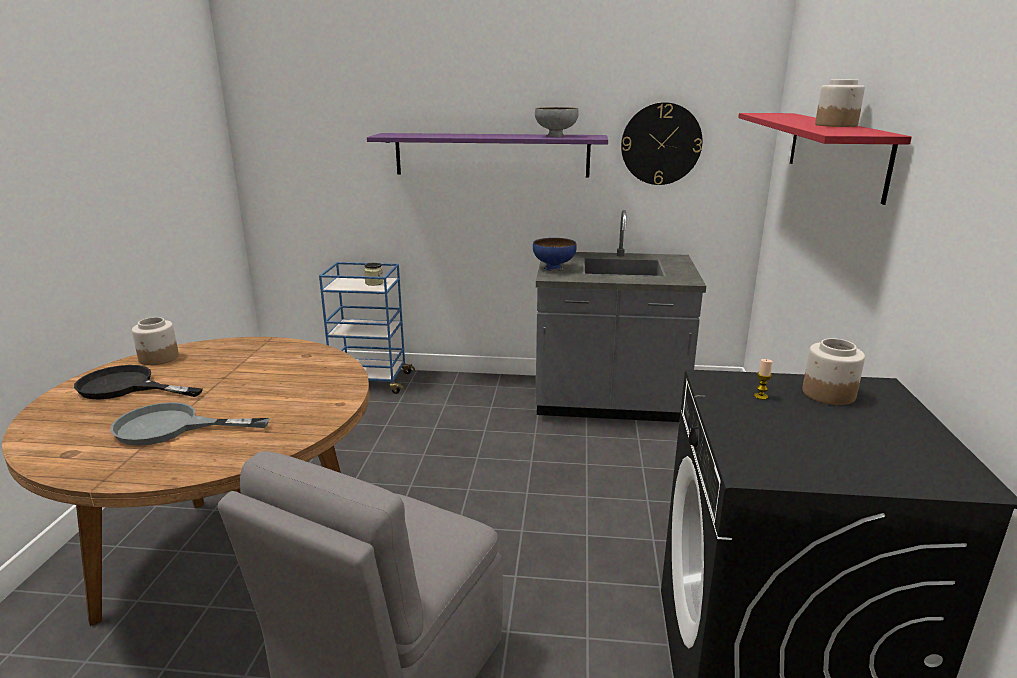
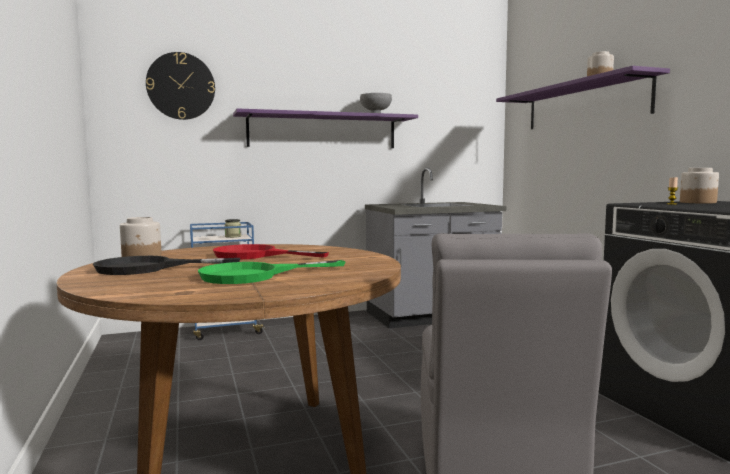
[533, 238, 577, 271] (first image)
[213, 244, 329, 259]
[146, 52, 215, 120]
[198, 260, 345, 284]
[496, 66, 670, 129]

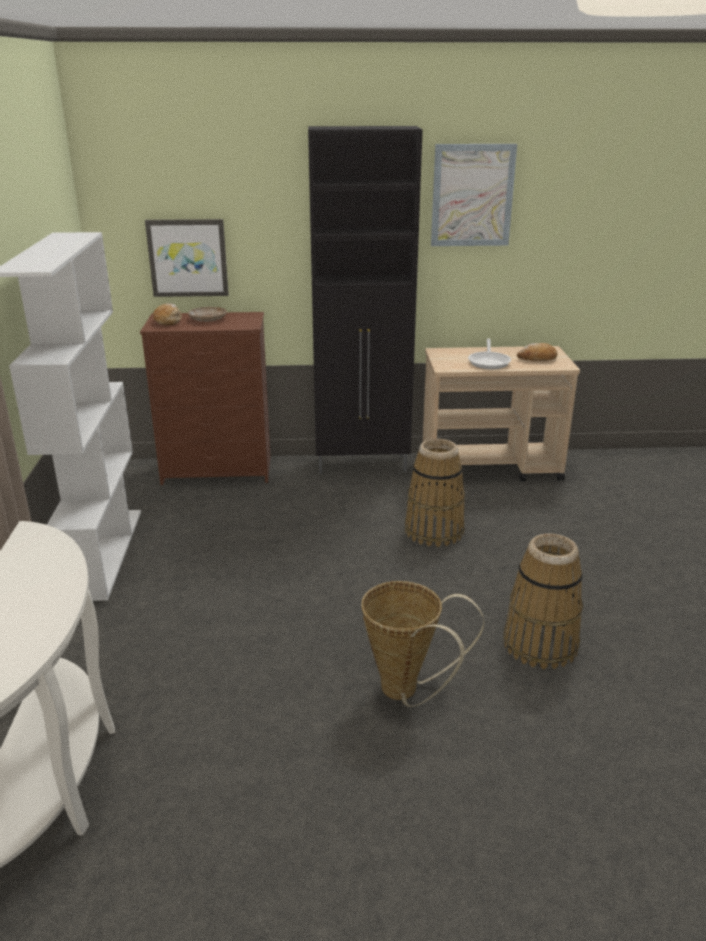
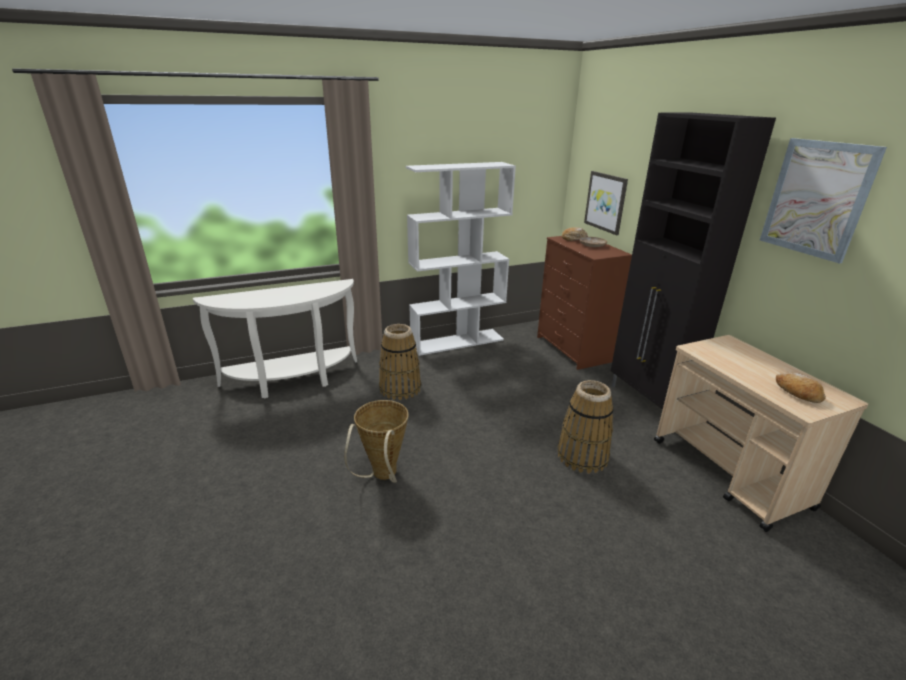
[468, 339, 511, 369] (first image)
[379, 324, 421, 400]

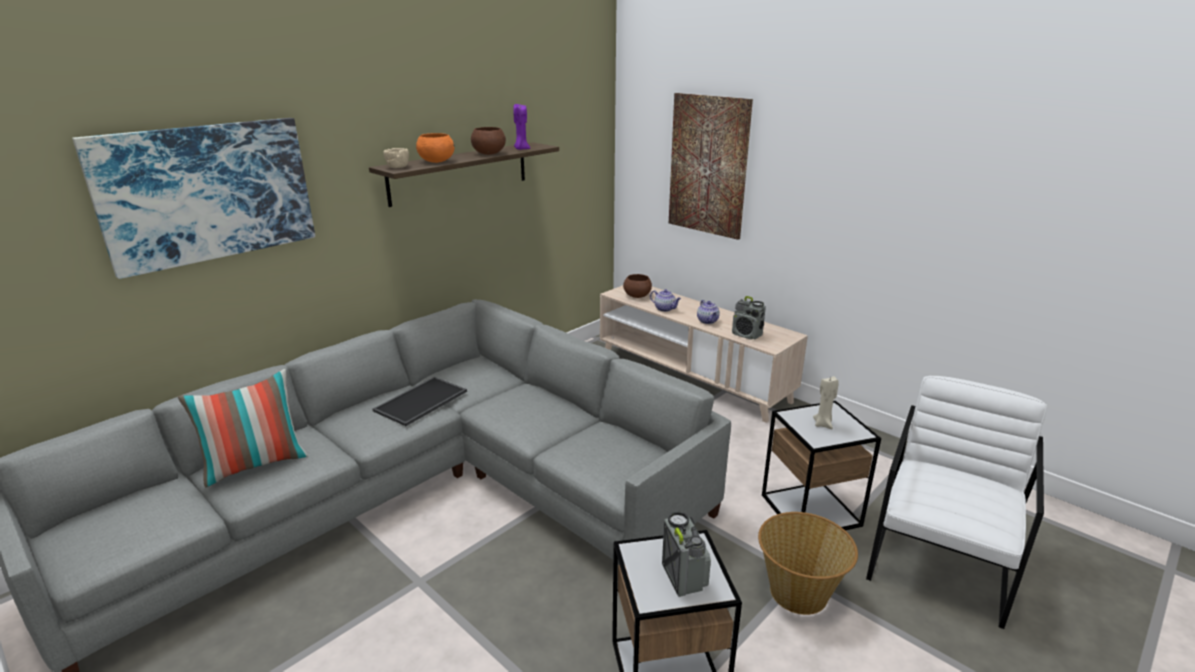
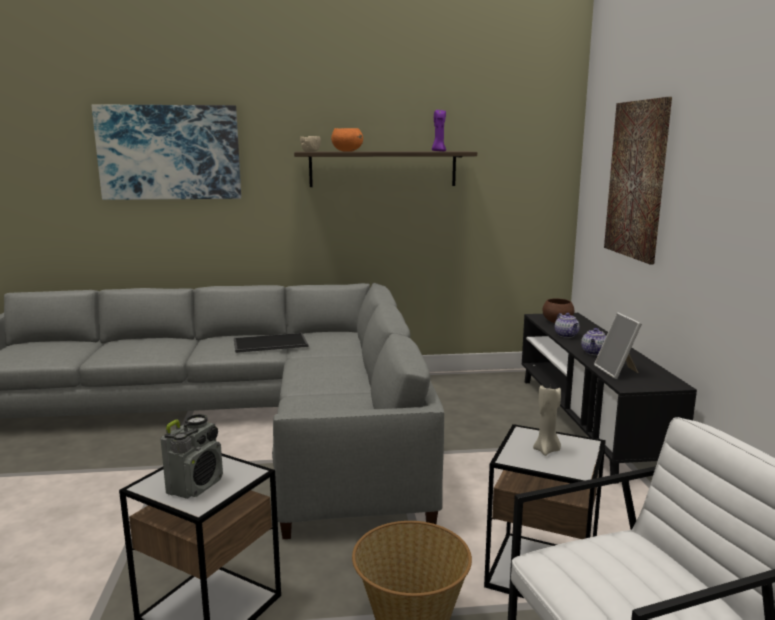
[178, 369, 308, 488] (first image)
[471, 127, 506, 155] (first image)
[594, 312, 642, 379]
[522, 313, 697, 484]

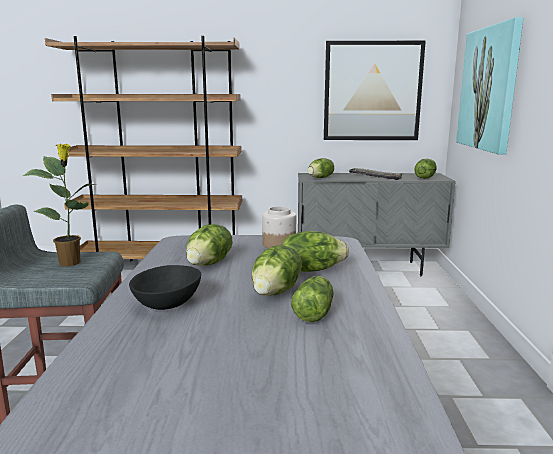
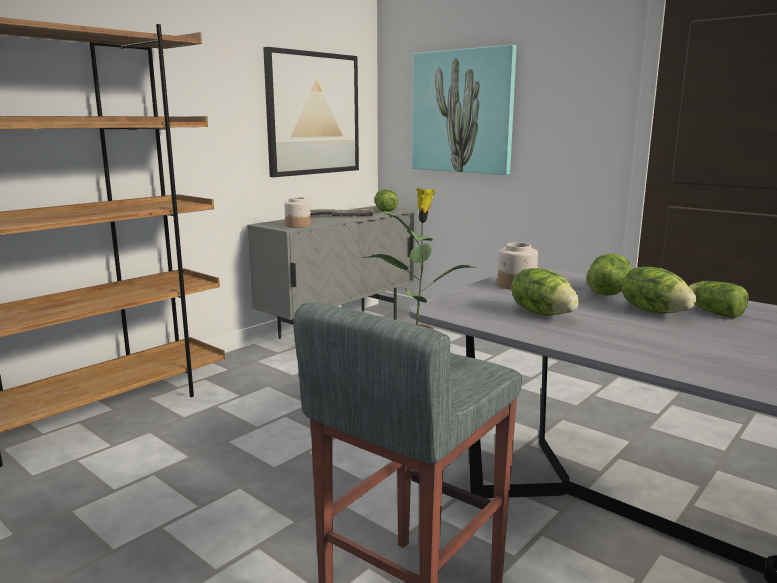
[129, 265, 201, 310] (first image)
[284, 197, 311, 228]

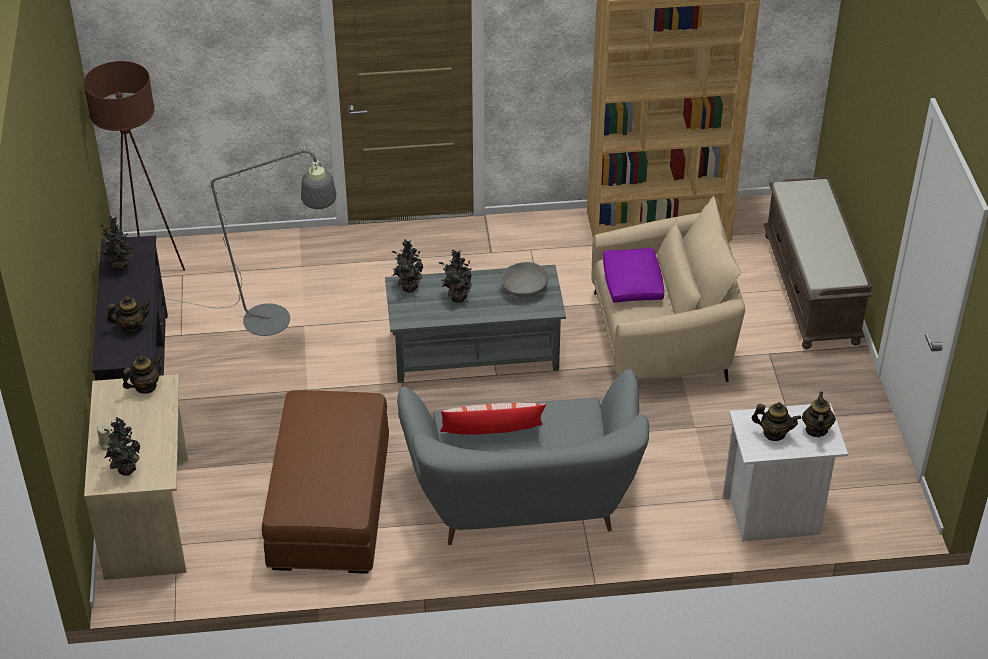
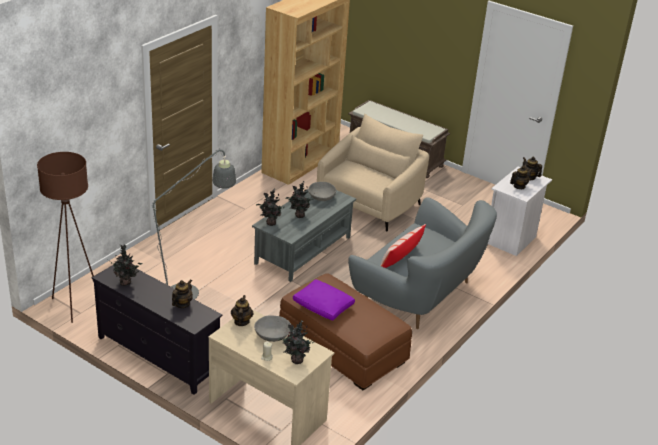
[254, 315, 291, 342]
[293, 279, 355, 321]

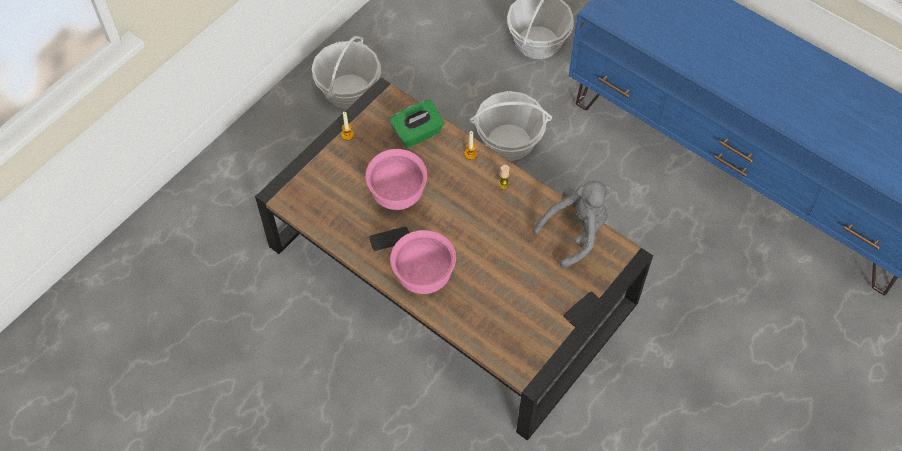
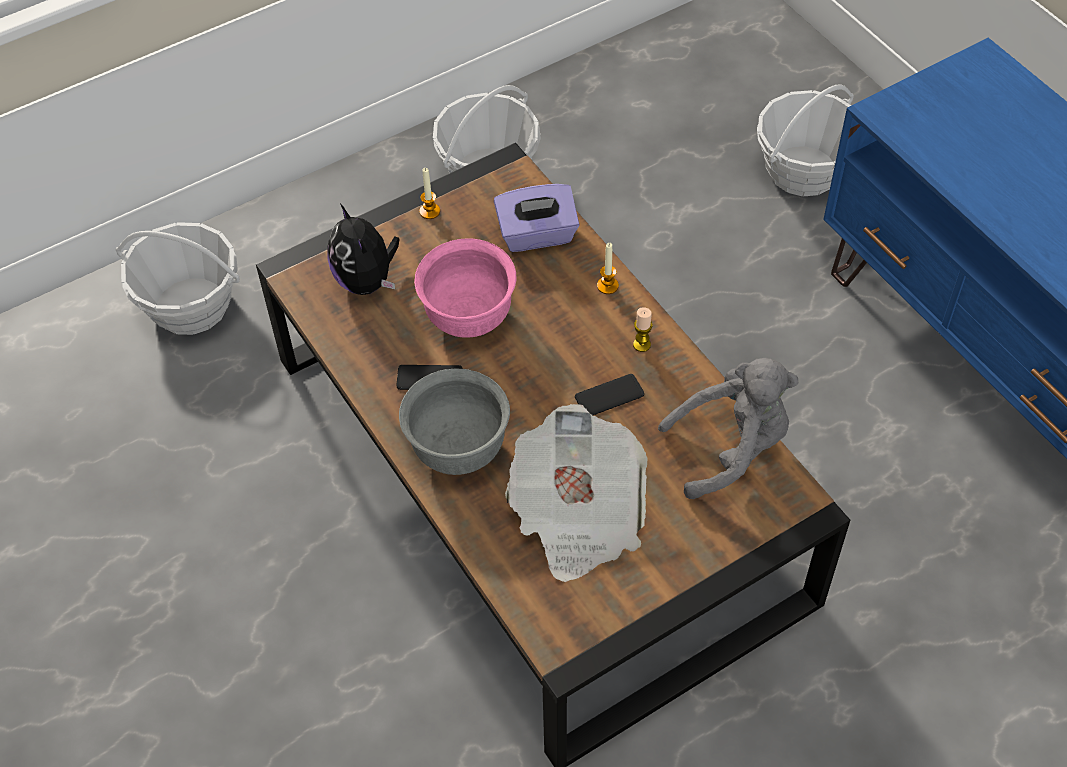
[327, 204, 399, 295]
[505, 404, 648, 582]
[115, 222, 240, 335]
[575, 374, 644, 415]
[494, 184, 579, 252]
[399, 369, 510, 475]

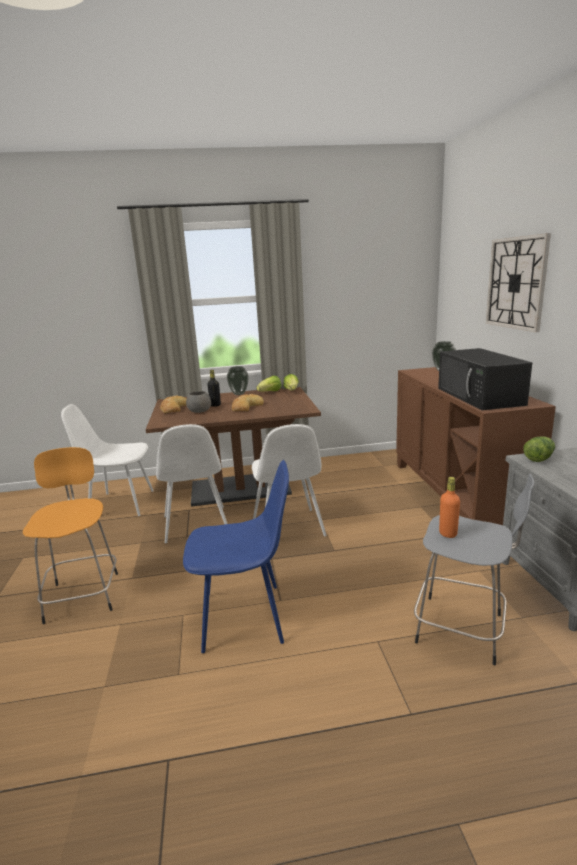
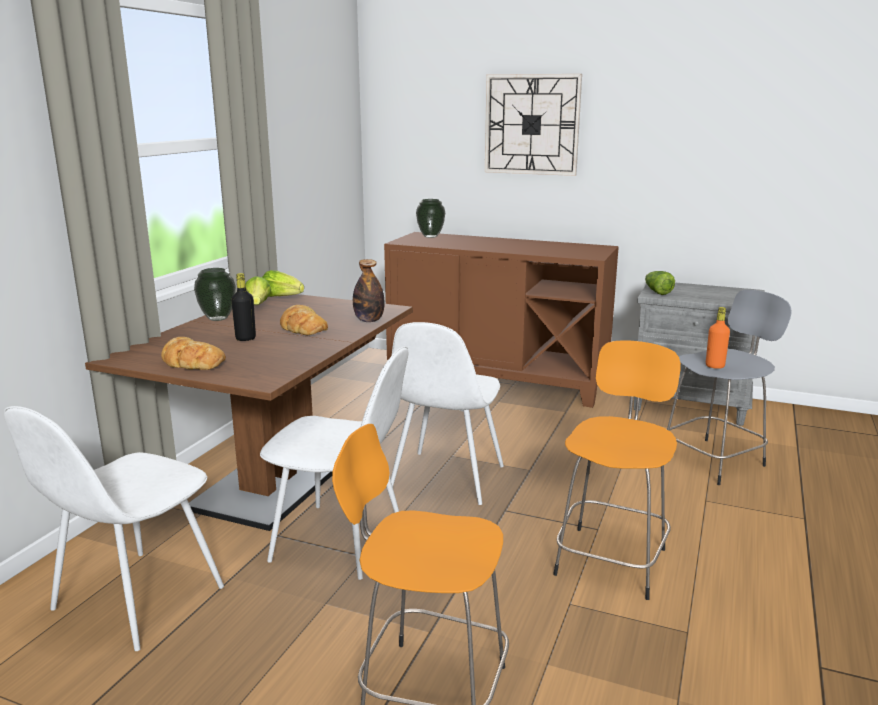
[186, 391, 211, 413] (first image)
[438, 348, 532, 410] (first image)
[353, 259, 385, 322]
[553, 340, 681, 600]
[390, 322, 504, 505]

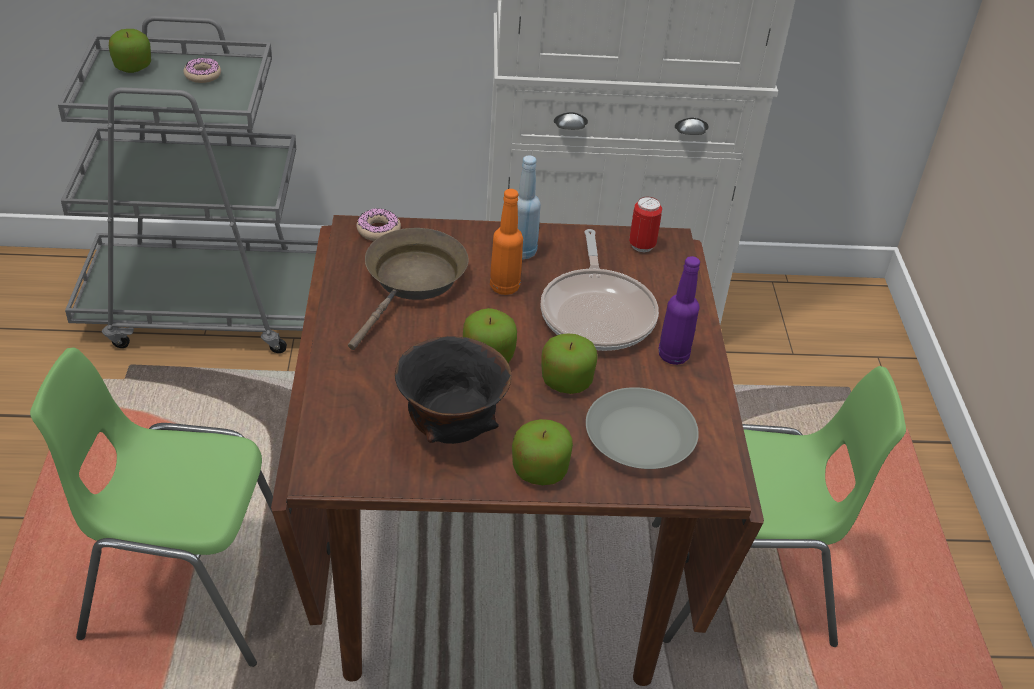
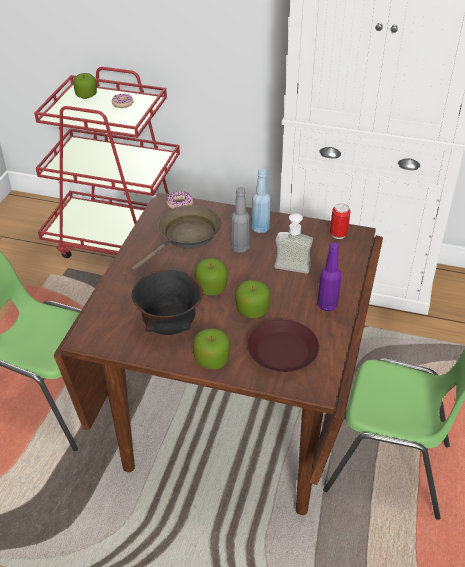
[274, 213, 313, 274]
[34, 67, 180, 258]
[231, 187, 250, 253]
[247, 320, 319, 372]

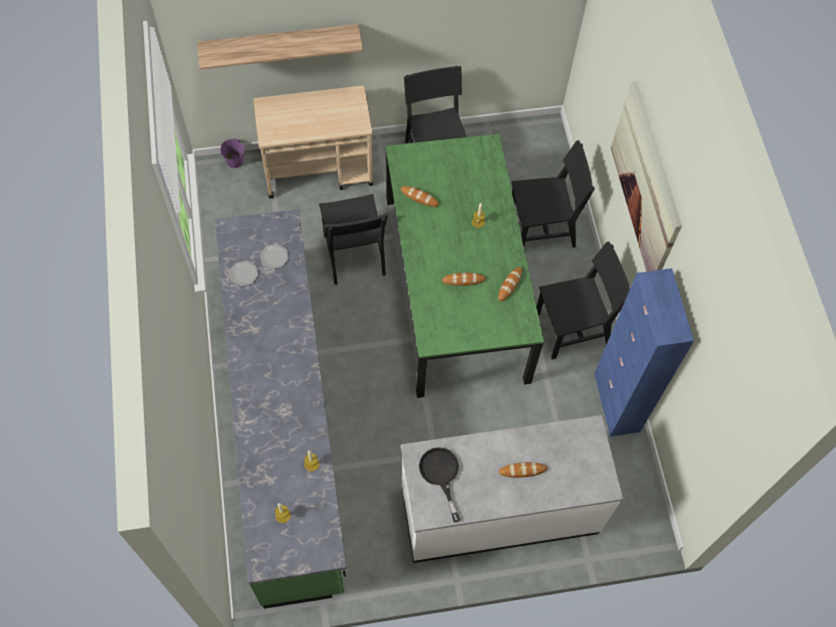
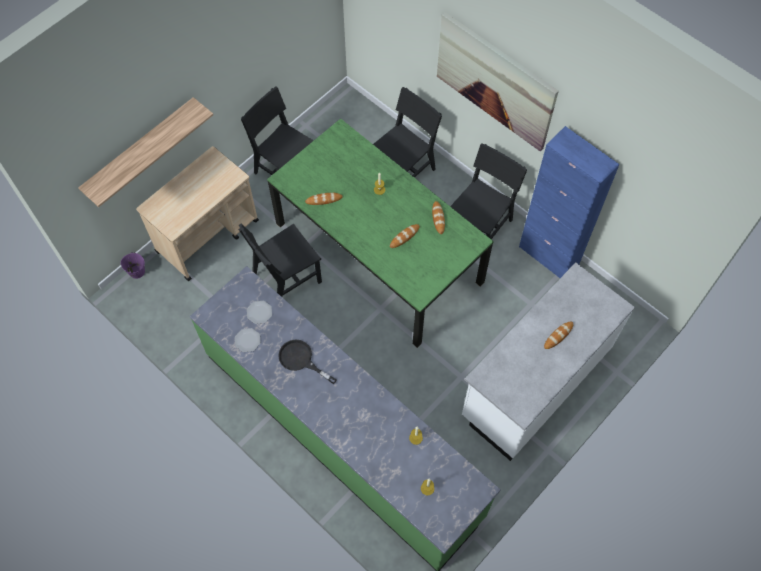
[278, 339, 337, 384]
[238, 223, 322, 297]

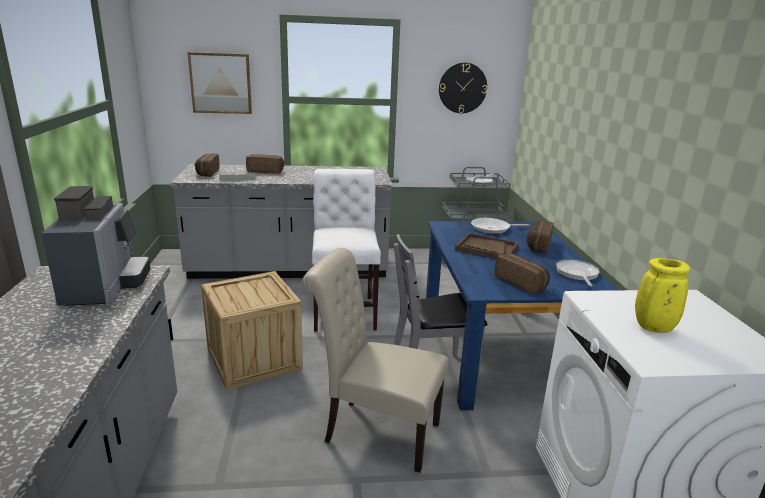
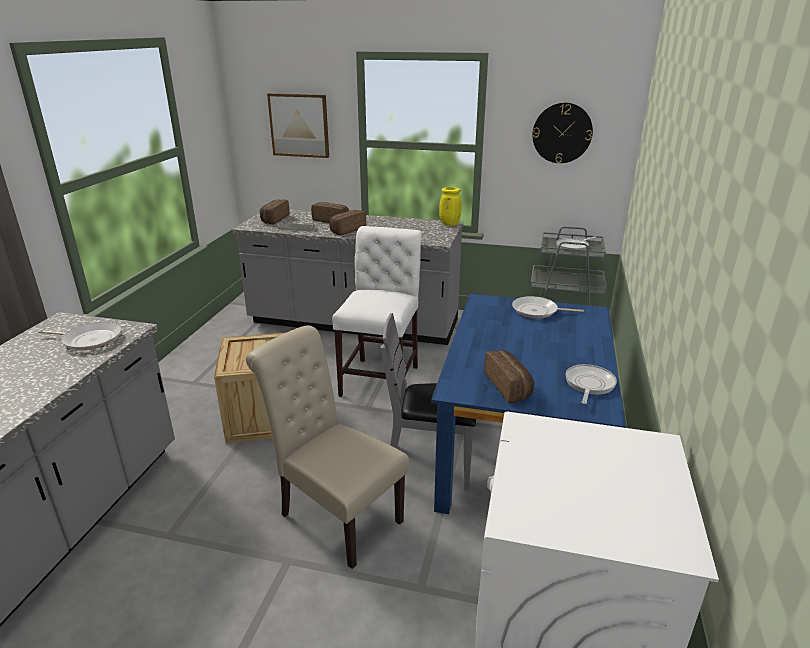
[455, 233, 519, 259] (first image)
[329, 210, 366, 235]
[439, 187, 462, 226]
[39, 322, 121, 351]

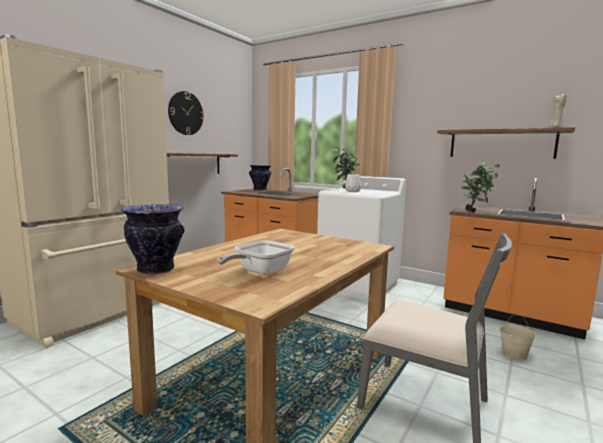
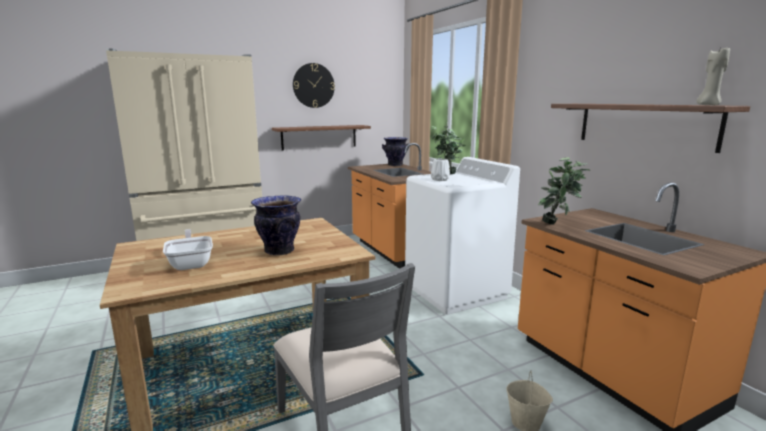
[251, 195, 301, 256]
[163, 229, 213, 270]

